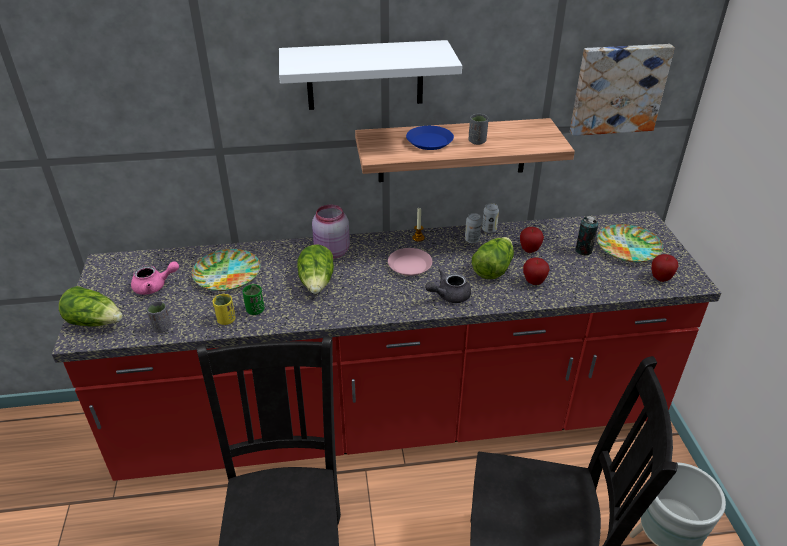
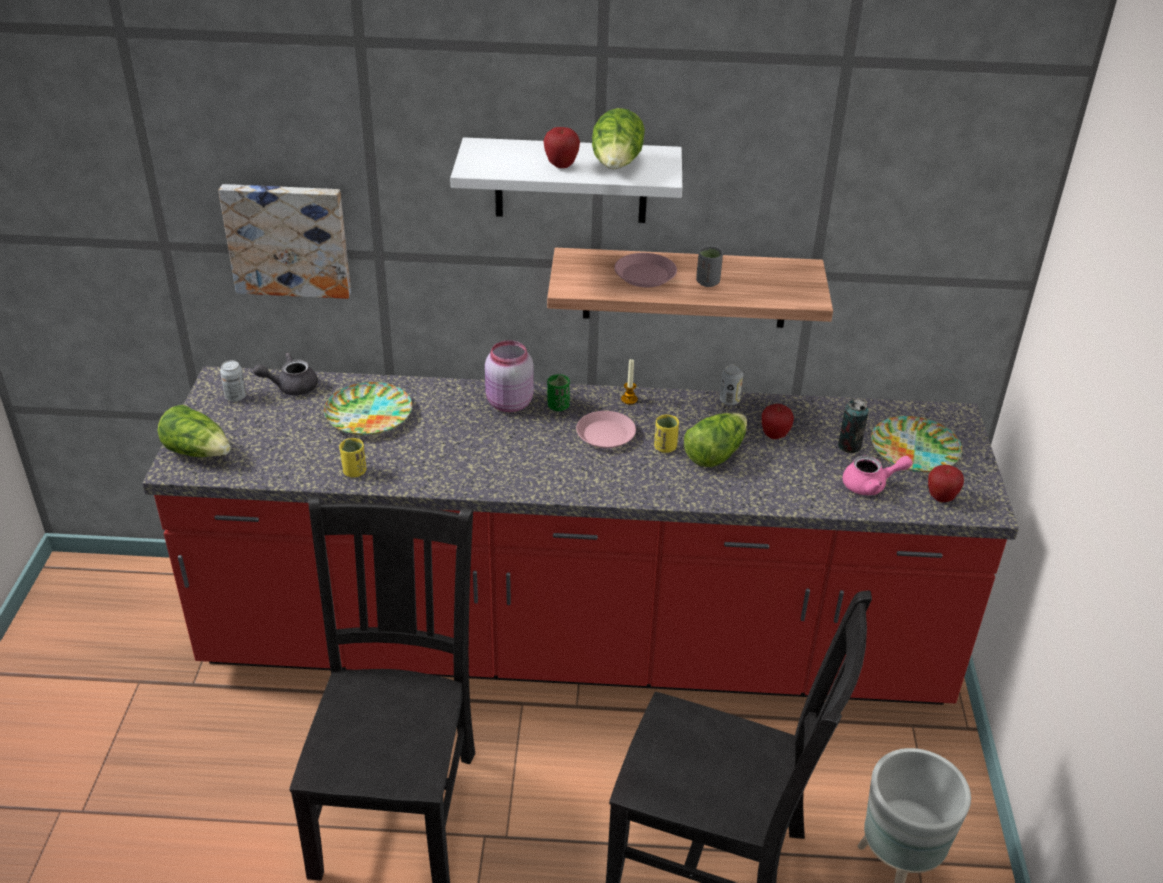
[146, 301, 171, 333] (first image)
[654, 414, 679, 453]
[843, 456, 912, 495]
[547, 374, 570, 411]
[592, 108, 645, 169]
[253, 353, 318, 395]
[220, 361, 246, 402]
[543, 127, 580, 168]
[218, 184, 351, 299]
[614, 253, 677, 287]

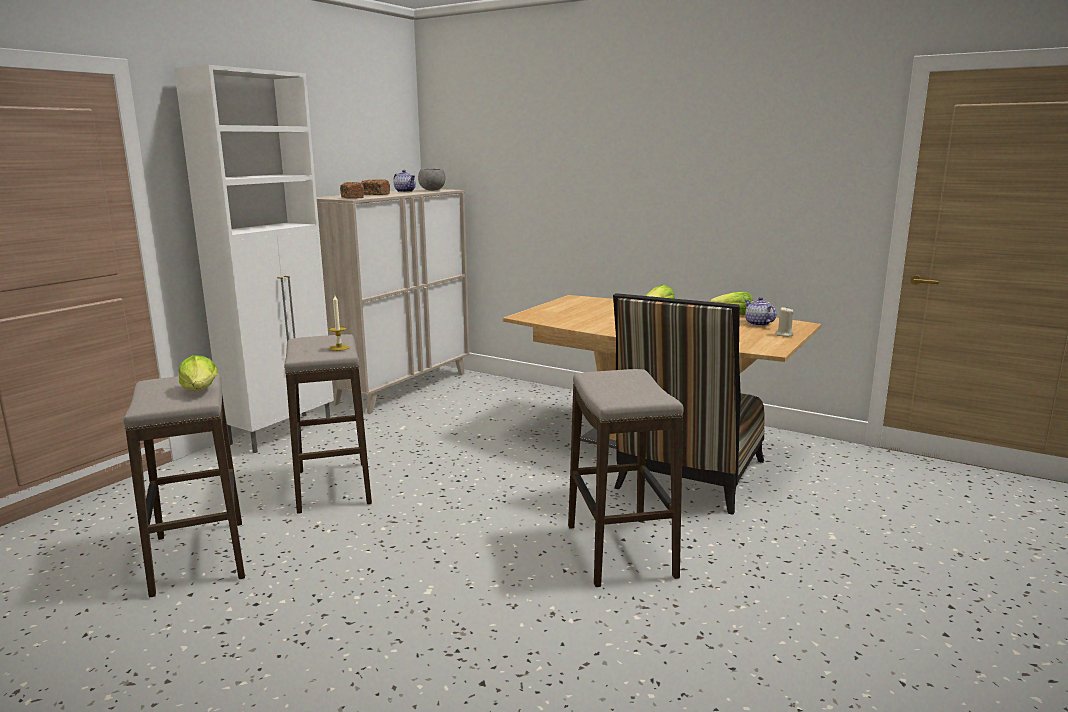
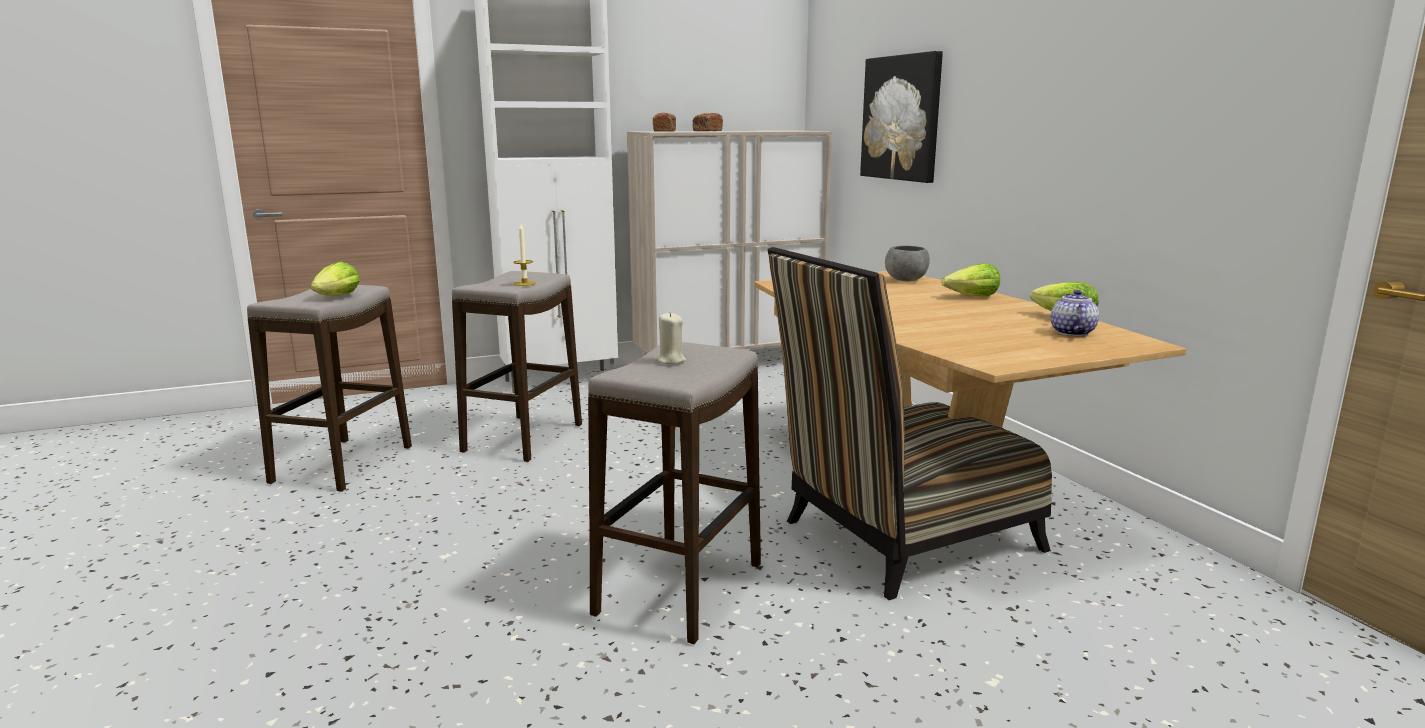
[394, 170, 416, 192] (first image)
[860, 51, 943, 183]
[885, 245, 930, 282]
[655, 312, 686, 364]

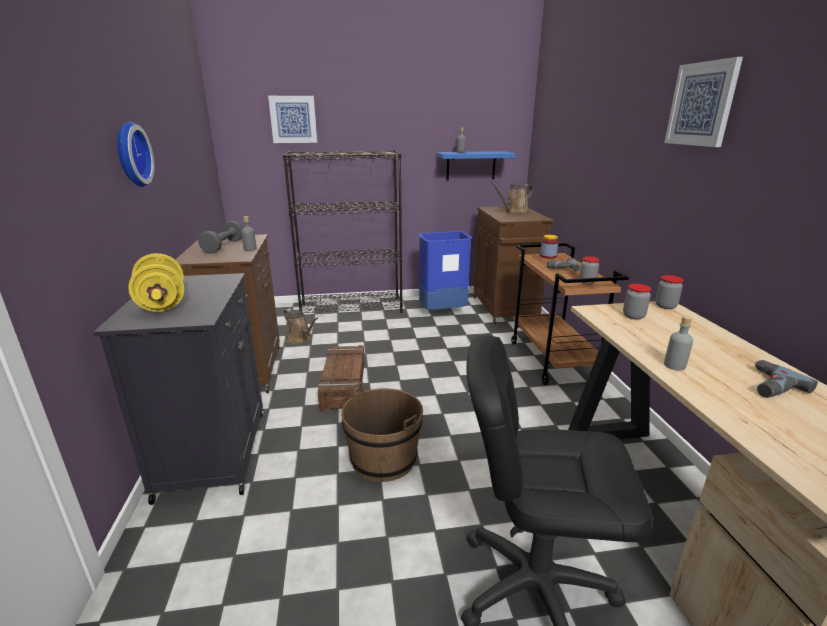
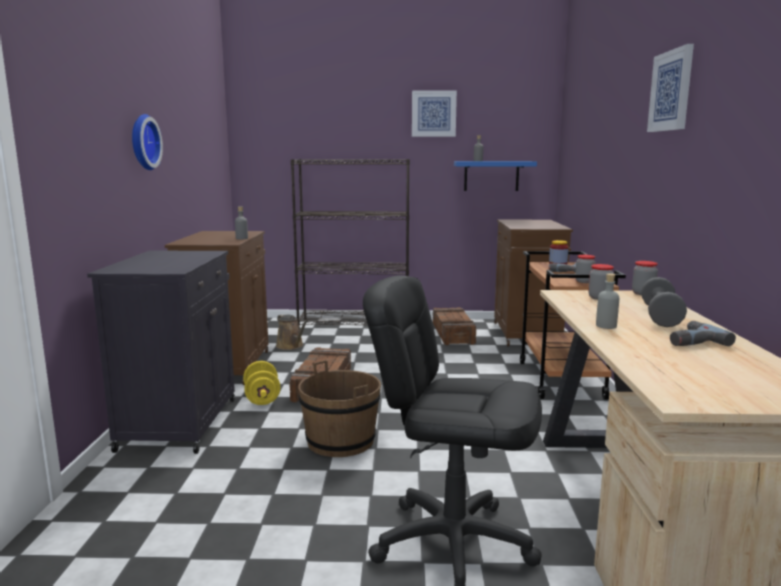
[491, 182, 533, 214] (first image)
[243, 361, 280, 405]
[641, 277, 687, 327]
[412, 90, 457, 137]
[433, 307, 476, 345]

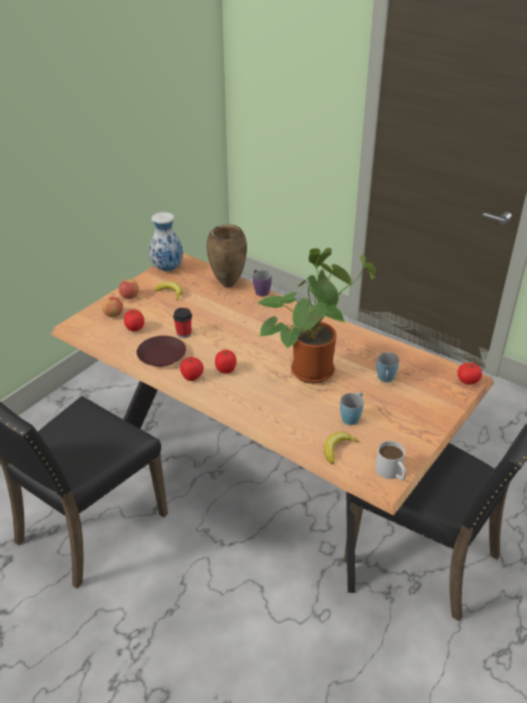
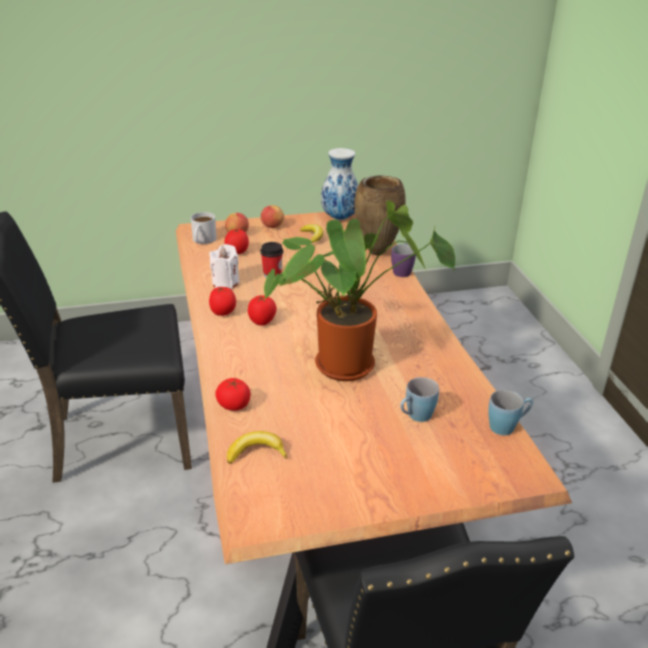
[488, 390, 533, 436]
[191, 212, 217, 244]
[215, 378, 250, 411]
[209, 244, 239, 289]

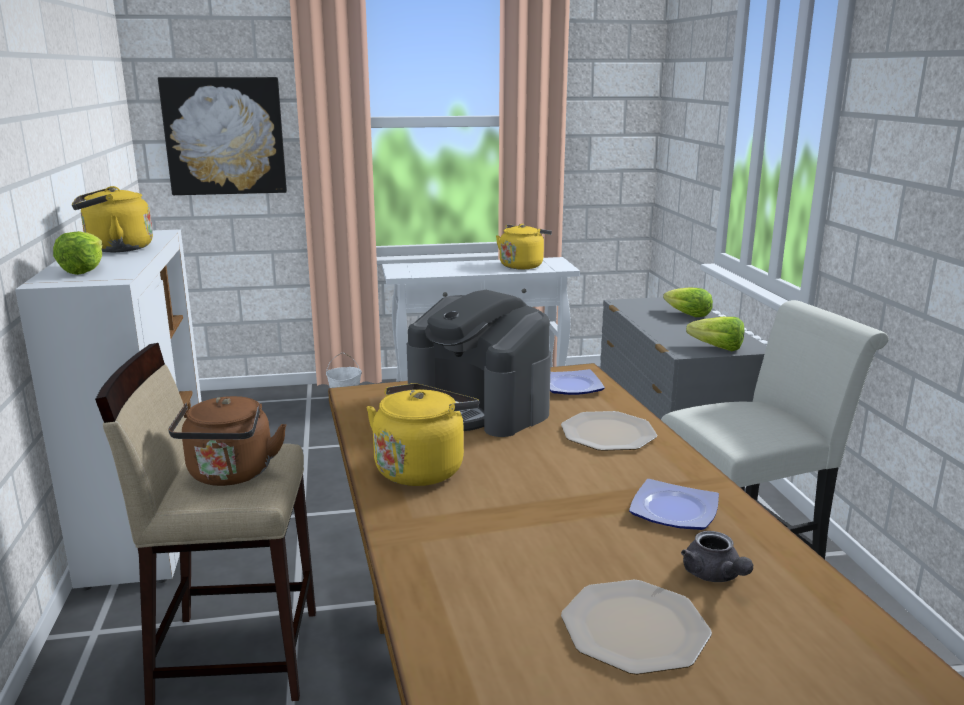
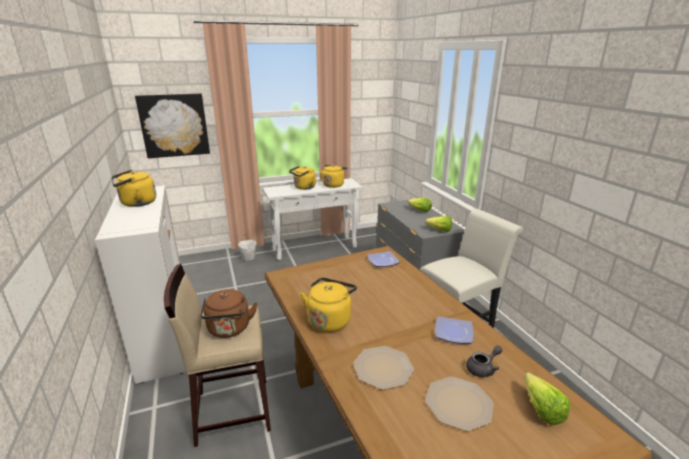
[407, 290, 551, 437] (first image)
[289, 166, 316, 190]
[524, 372, 570, 425]
[353, 346, 414, 390]
[466, 345, 503, 377]

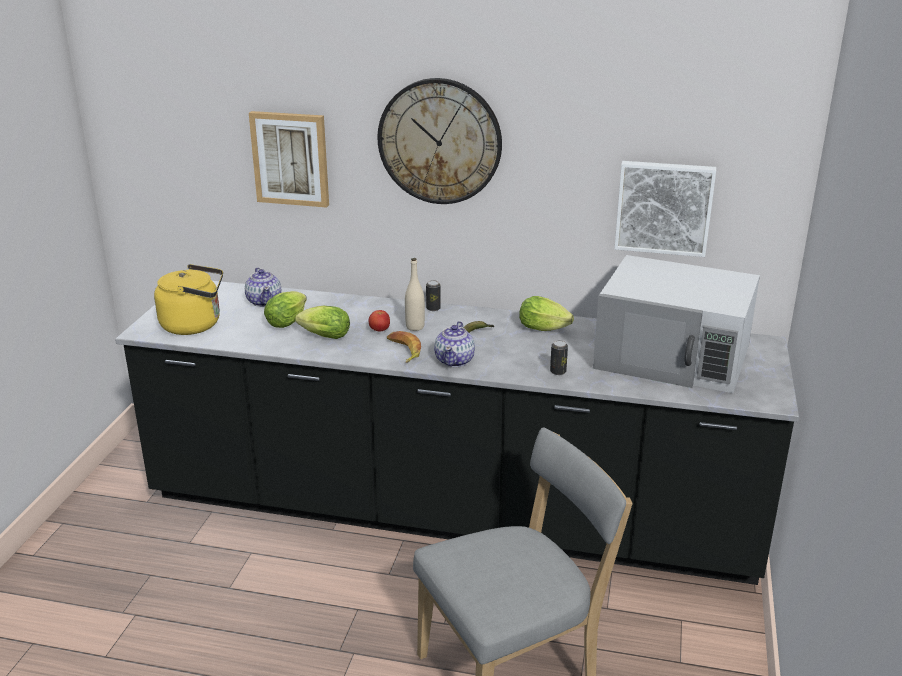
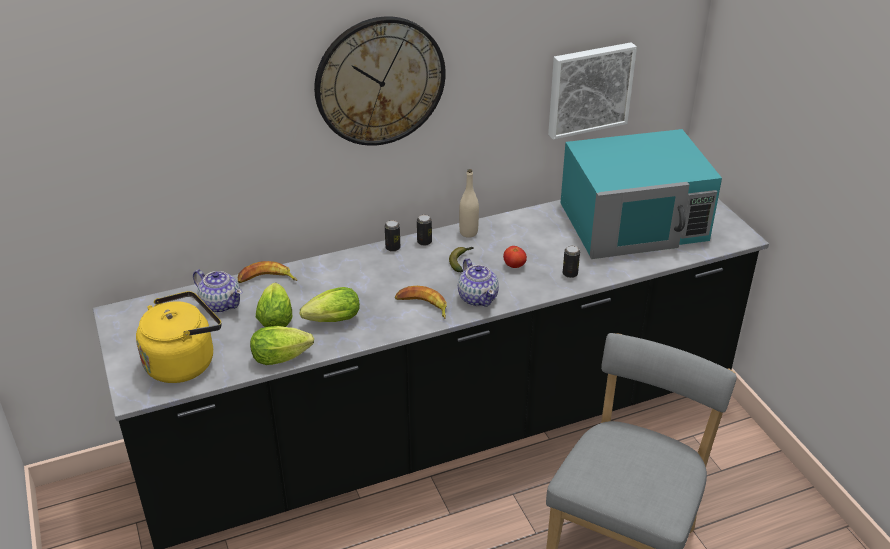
[249, 111, 329, 208] (first image)
[238, 261, 297, 283]
[417, 214, 432, 246]
[503, 246, 527, 268]
[459, 169, 479, 238]
[250, 326, 314, 365]
[560, 129, 722, 259]

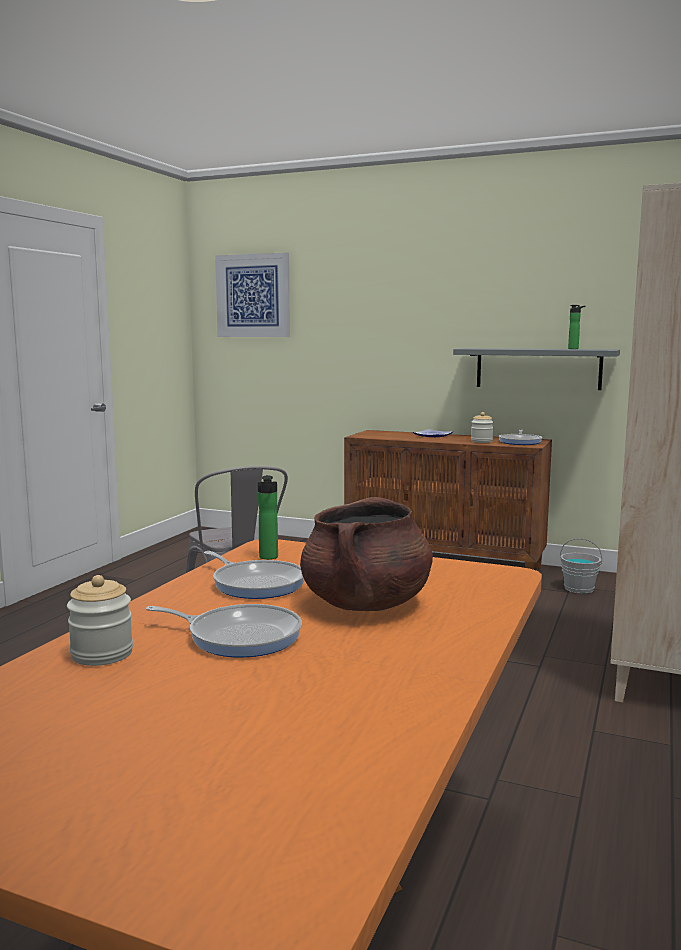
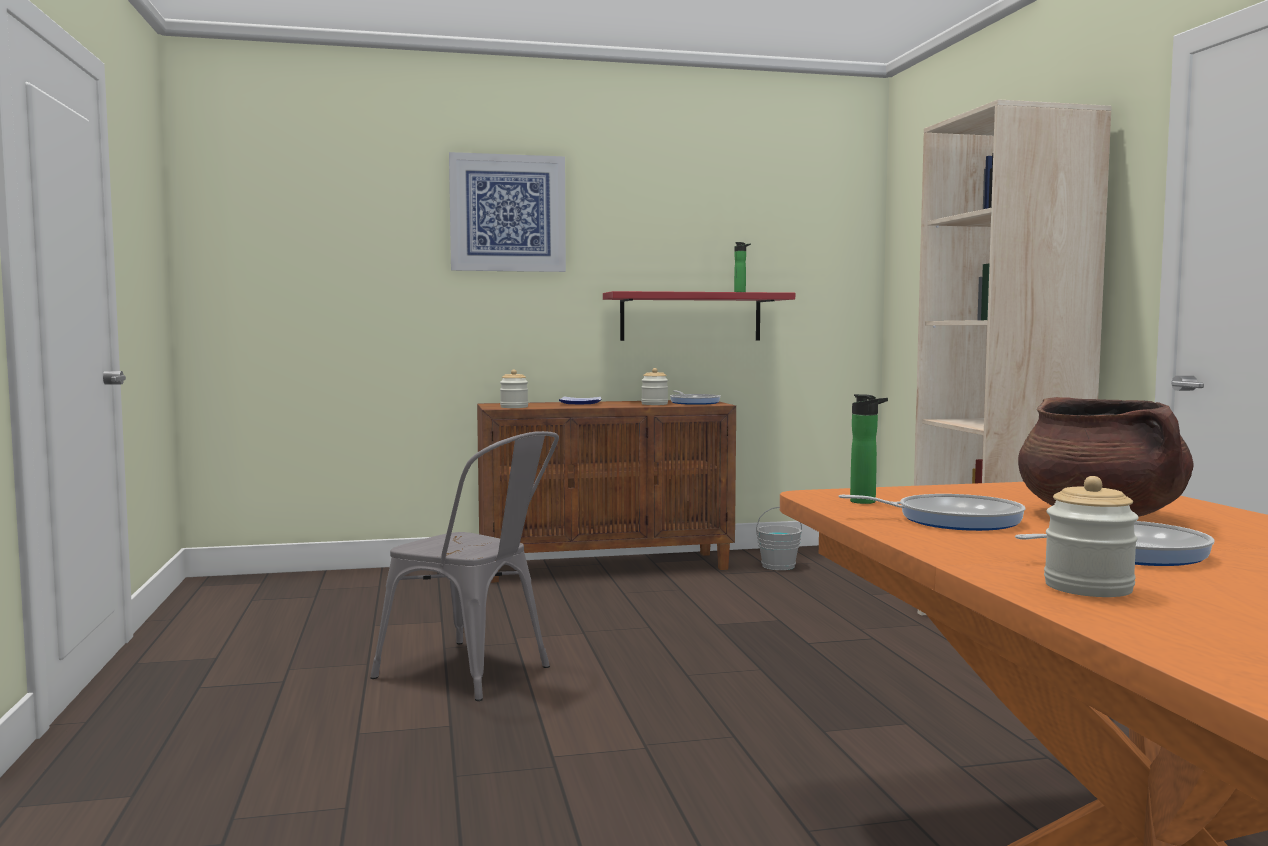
[500, 369, 528, 408]
[449, 152, 566, 272]
[603, 291, 795, 341]

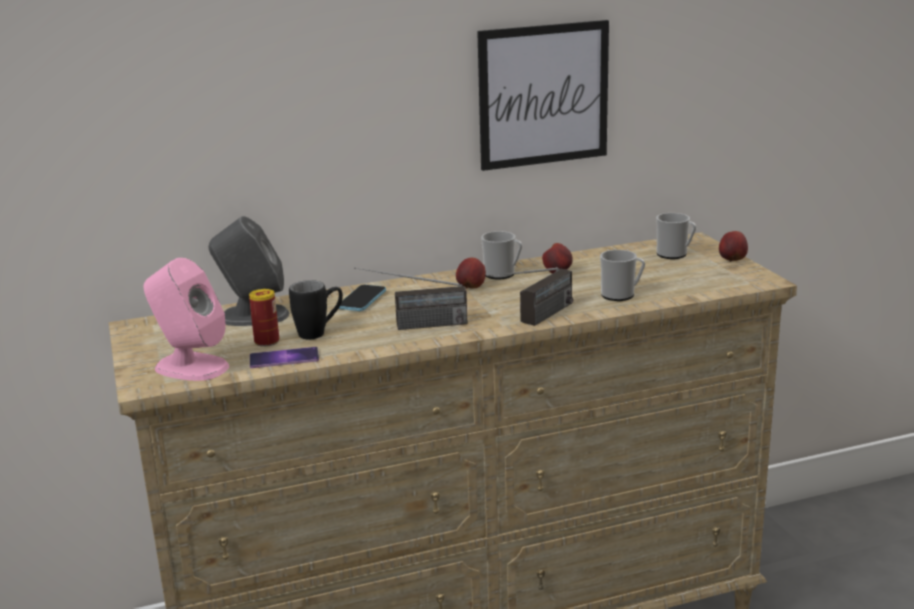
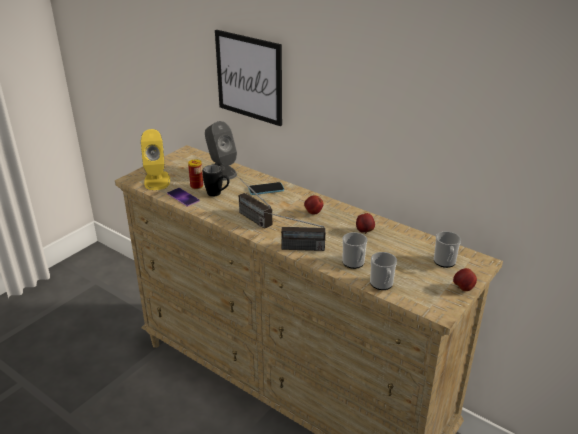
[215, 30, 282, 126]
[370, 252, 397, 290]
[141, 129, 170, 190]

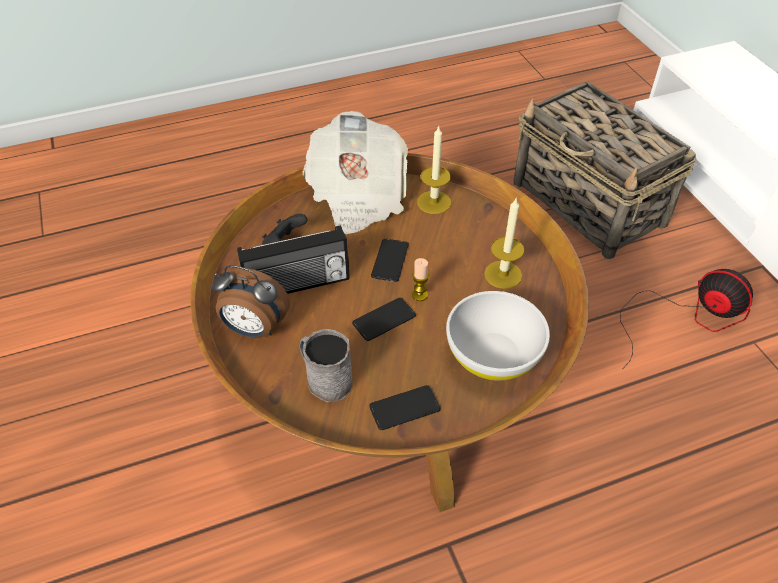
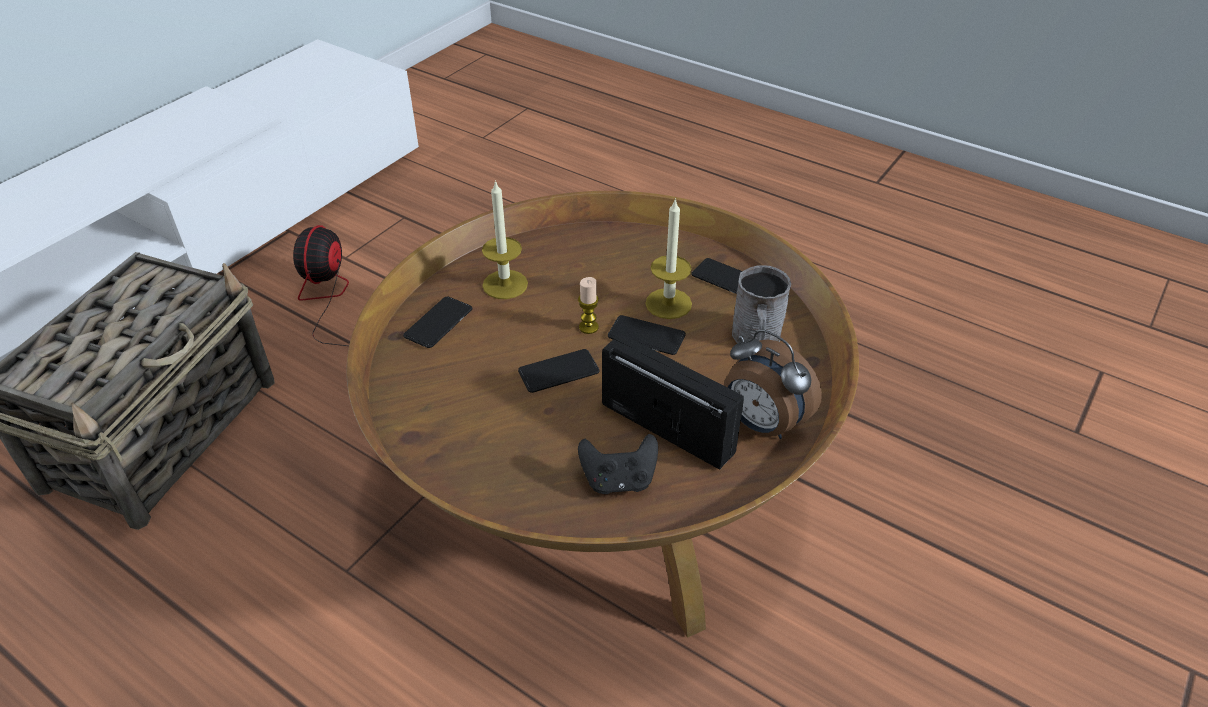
[303, 111, 408, 234] (first image)
[446, 291, 550, 381] (first image)
[403, 297, 472, 348]
[645, 198, 692, 319]
[724, 330, 822, 439]

